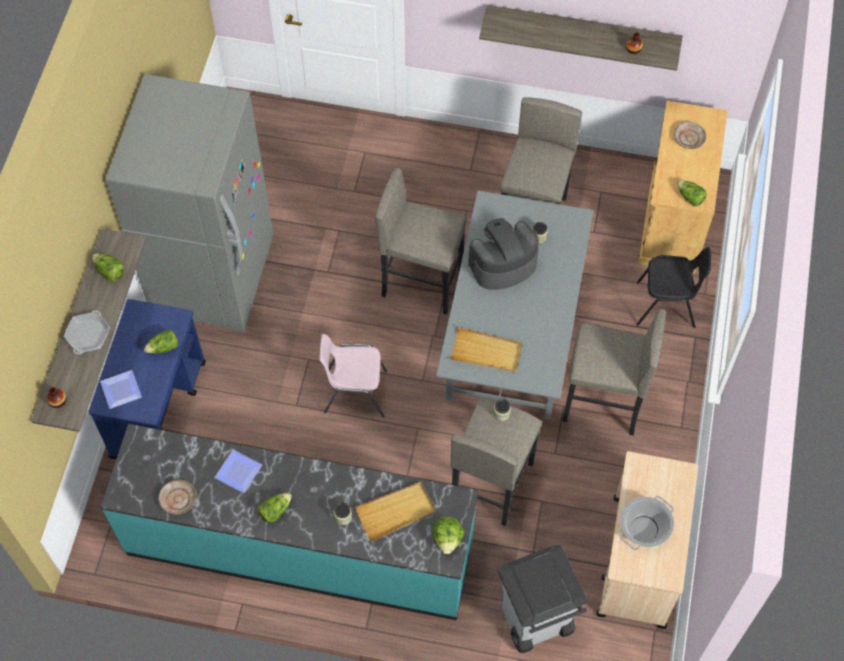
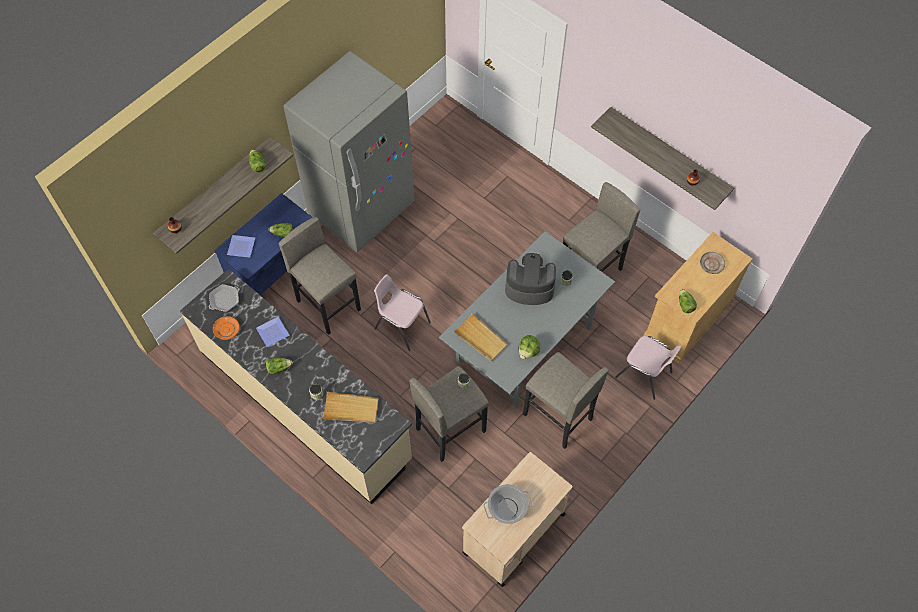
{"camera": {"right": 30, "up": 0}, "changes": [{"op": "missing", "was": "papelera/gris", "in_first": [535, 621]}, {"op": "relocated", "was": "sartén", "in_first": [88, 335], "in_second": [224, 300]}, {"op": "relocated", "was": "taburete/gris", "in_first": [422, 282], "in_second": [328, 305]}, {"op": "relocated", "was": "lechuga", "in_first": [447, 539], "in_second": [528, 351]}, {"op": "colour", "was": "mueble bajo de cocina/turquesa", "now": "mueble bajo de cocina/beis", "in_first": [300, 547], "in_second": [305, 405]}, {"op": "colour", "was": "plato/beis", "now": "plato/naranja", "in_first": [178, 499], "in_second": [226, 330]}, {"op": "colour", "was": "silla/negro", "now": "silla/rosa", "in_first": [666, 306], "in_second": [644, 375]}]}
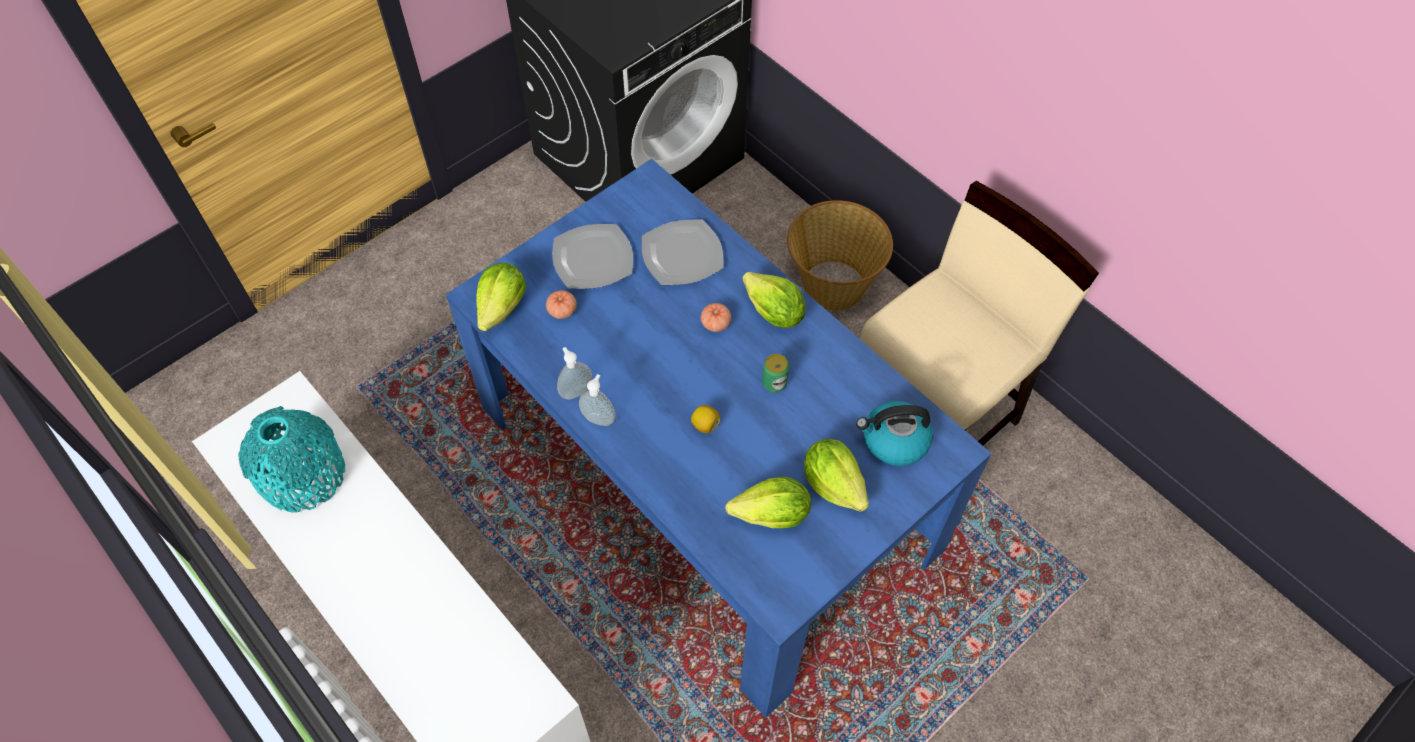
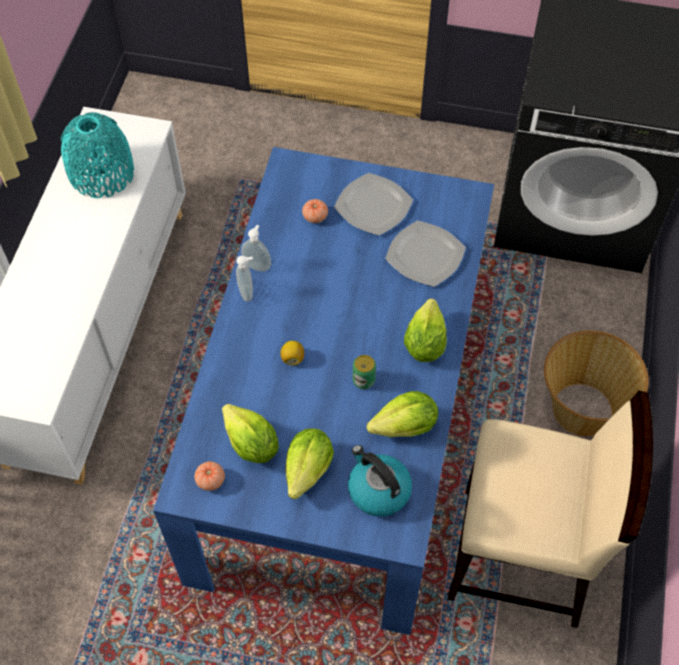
{"camera": {"right": 55, "up": 0}, "changes": [{"op": "relocated", "was": "lechuga", "in_first": [502, 307], "in_second": [405, 427]}, {"op": "relocated", "was": "tomate", "in_first": [715, 323], "in_second": [210, 480]}]}
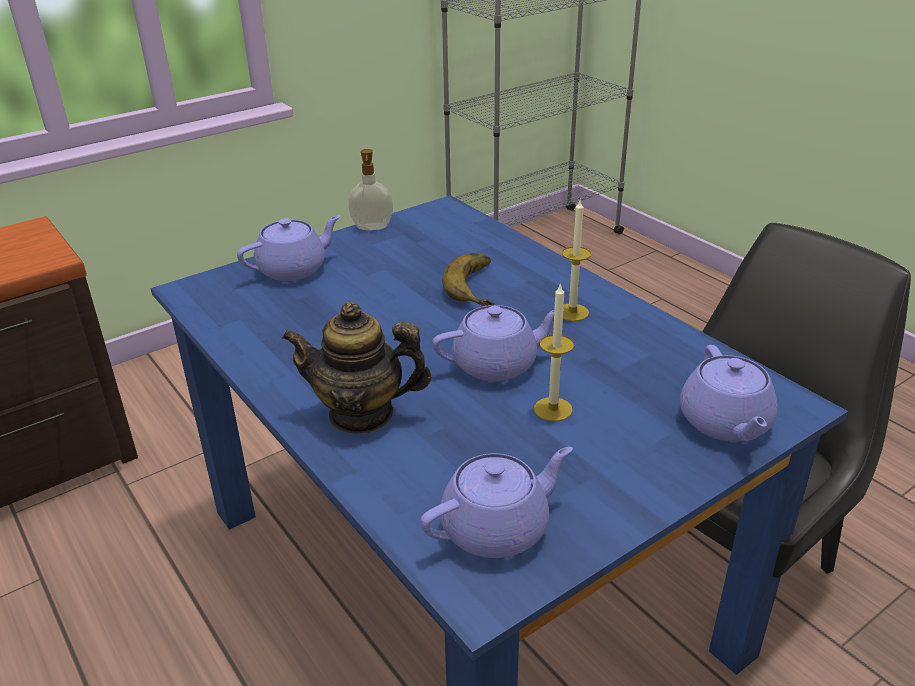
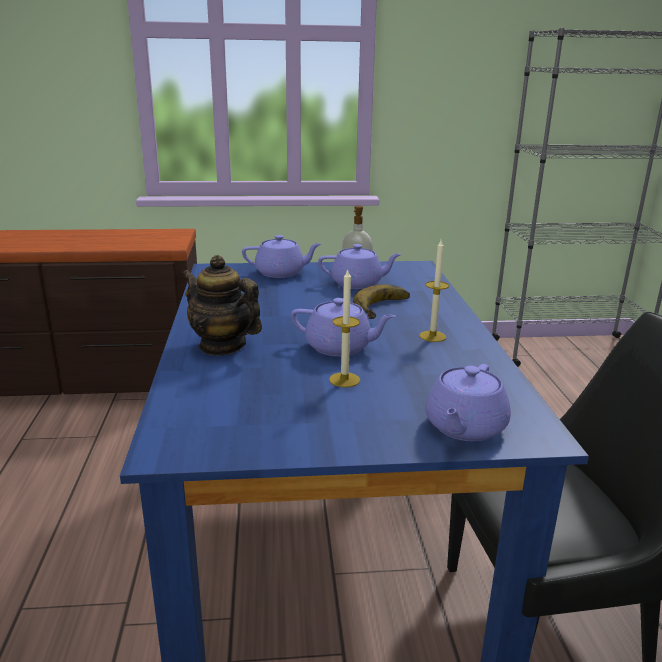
{"camera": {"right": 30, "up": -10}, "changes": [{"op": "relocated", "was": "tetera/morado", "in_first": [497, 528], "in_second": [358, 283]}]}
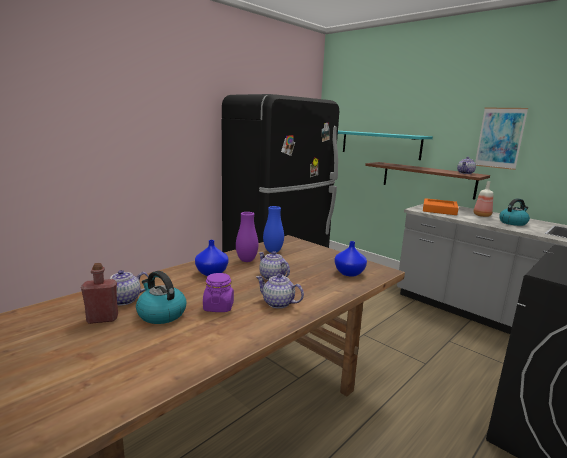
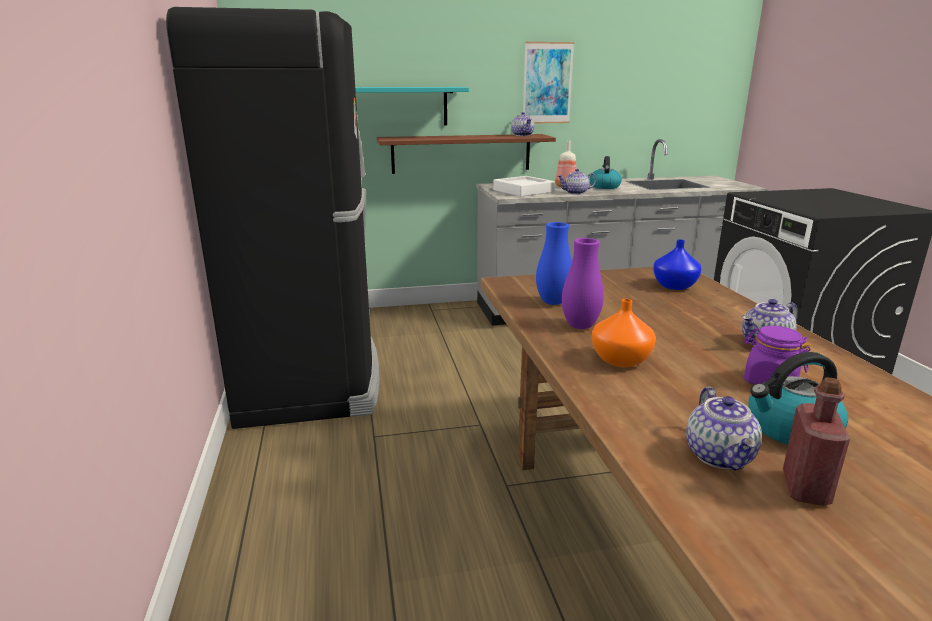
{"camera": {"right": -55, "up": 5}, "changes": [{"op": "relocated", "was": "tetera", "in_first": [272, 277], "in_second": [575, 193]}, {"op": "colour", "was": "florero/azul", "now": "florero/naranja", "in_first": [211, 273], "in_second": [622, 360]}, {"op": "colour", "was": "bandeja/naranja", "now": "bandeja/blanco", "in_first": [439, 210], "in_second": [523, 191]}]}
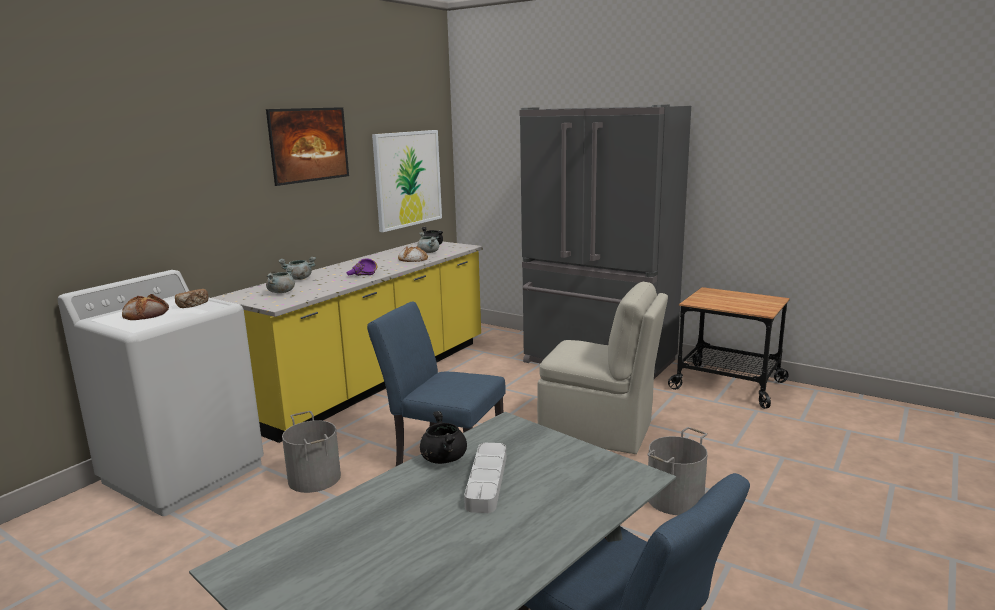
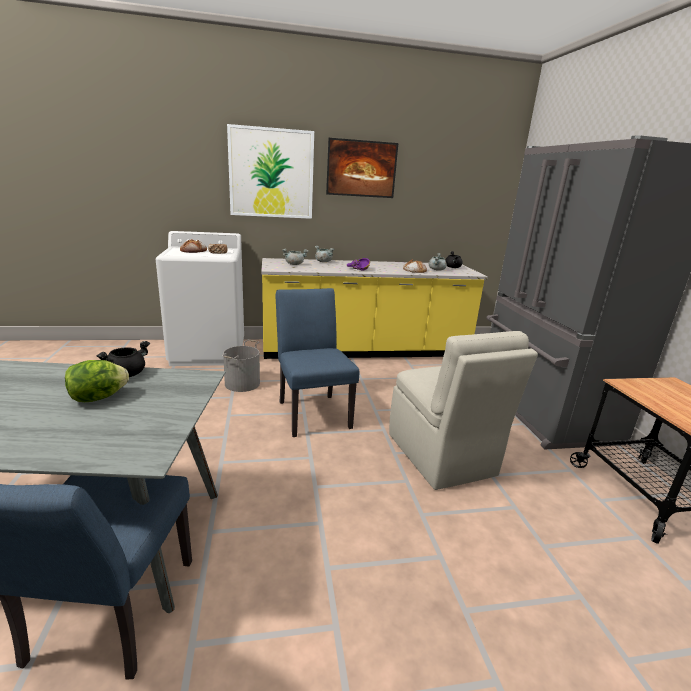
{"camera": {"right": 45, "up": 5}, "changes": [{"op": "missing", "was": "cubo/gris", "in_first": [674, 498]}, {"op": "relocated", "was": "cuadro", "in_first": [407, 179], "in_second": [271, 173]}, {"op": "exchanged", "was": "bandeja/gris", "now": "lechuga", "in_first": [486, 481], "in_second": [98, 398]}]}
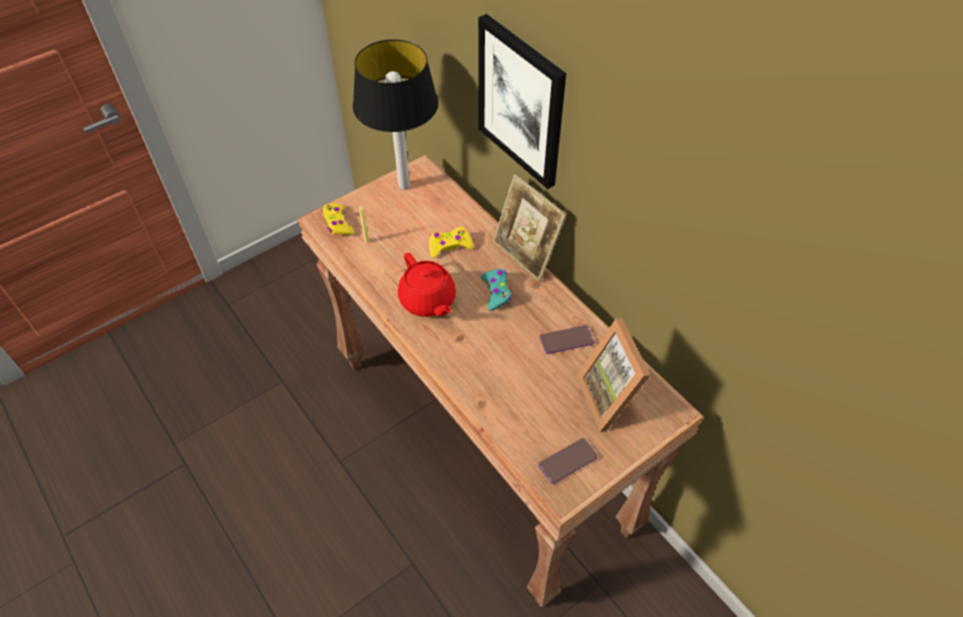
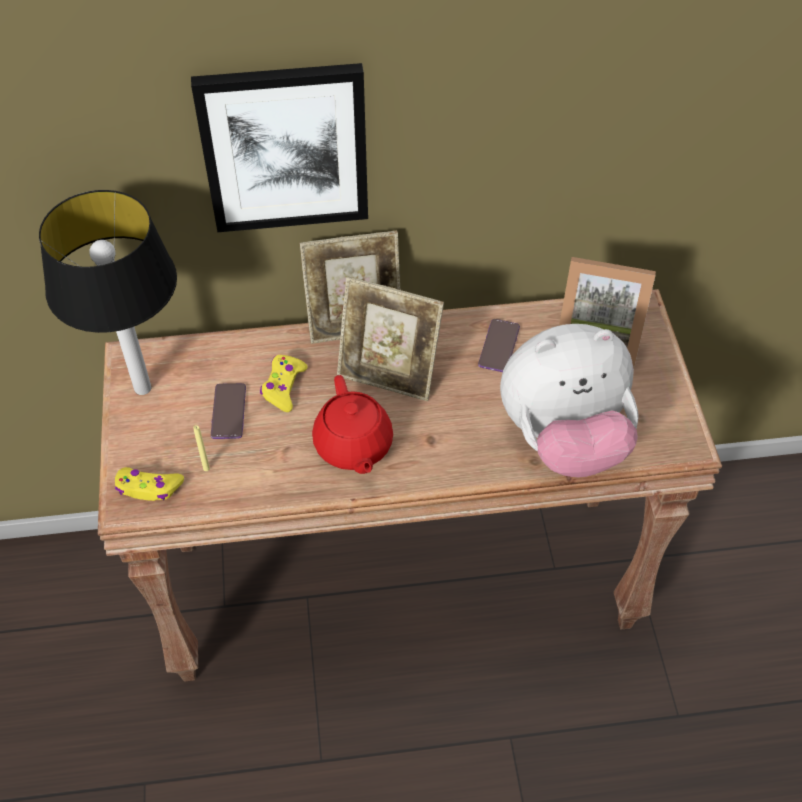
{"camera": {"right": -60, "up": 0}, "changes": [{"op": "appeared", "now": "peluche", "in_second": [564, 439]}, {"op": "relocated", "was": "móvil", "in_first": [567, 461], "in_second": [228, 412]}, {"op": "exchanged", "was": "mando de consola/turquesa", "now": "portarretratos", "in_first": [496, 292], "in_second": [388, 375]}, {"op": "spun", "was": "tetera/rojo", "in_first": [428, 300], "in_second": [353, 446], "clockwise": 75}]}
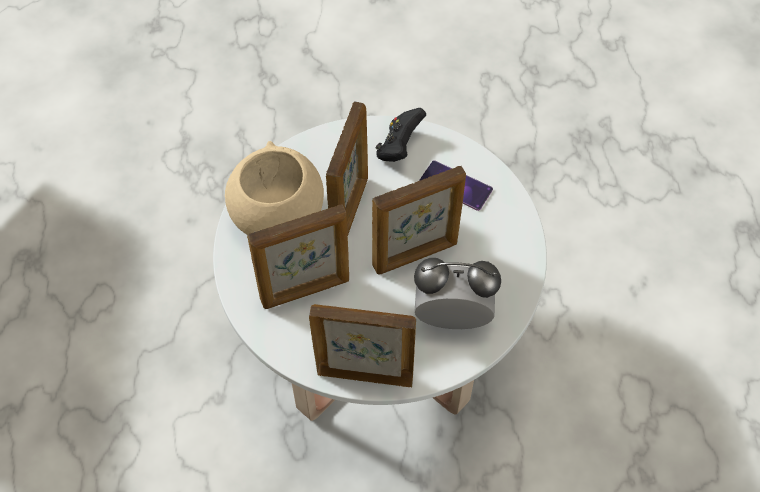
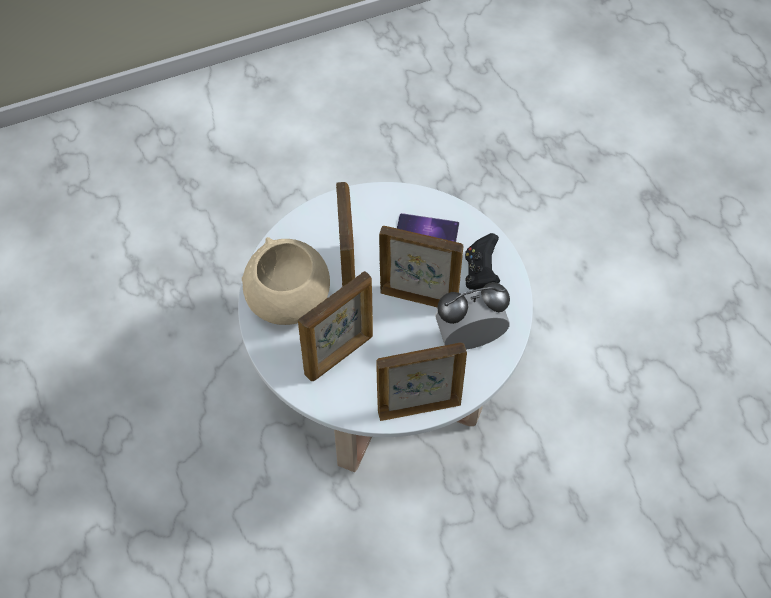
{"camera": {"right": -20, "up": 0}, "changes": [{"op": "relocated", "was": "mando de consola/negro", "in_first": [399, 147], "in_second": [480, 273]}, {"op": "spun", "was": "portarretratos", "in_first": [416, 255], "in_second": [419, 297], "clockwise": -120}]}
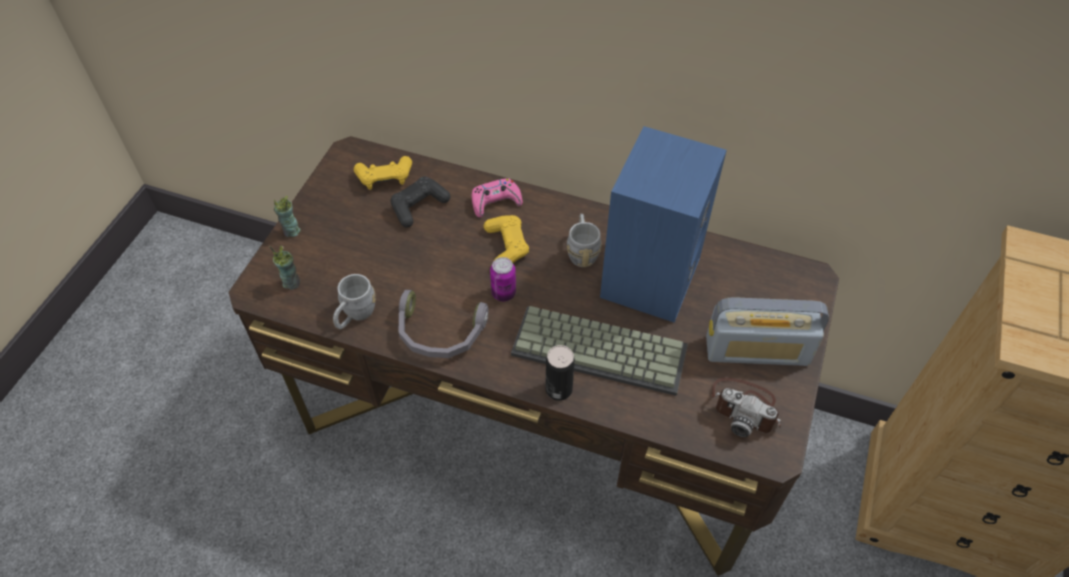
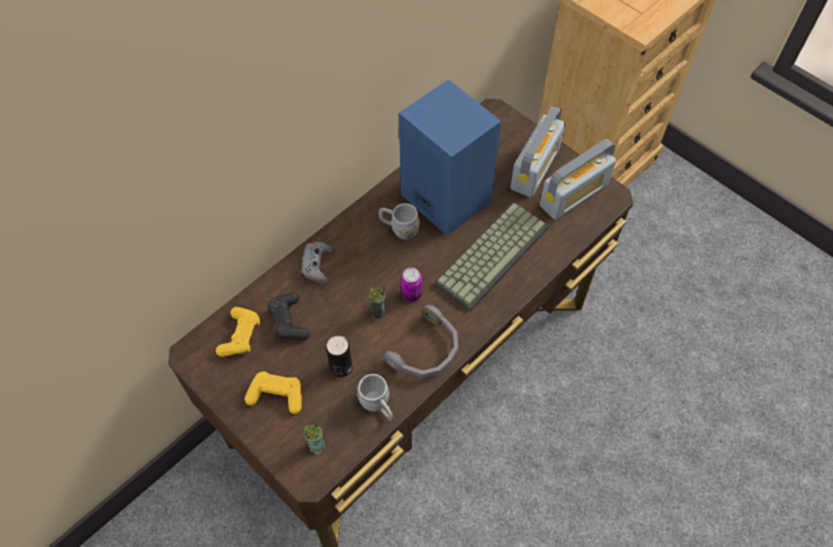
{"camera": {"right": -65, "up": 5}, "changes": [{"op": "relocated", "was": "taza", "in_first": [291, 231], "in_second": [378, 312]}, {"op": "relocated", "was": "mando de consola/amarillo", "in_first": [506, 246], "in_second": [277, 395]}, {"op": "relocated", "was": "lata", "in_first": [558, 389], "in_second": [341, 367]}, {"op": "exchanged", "was": "cámara", "now": "radio", "in_first": [745, 407], "in_second": [574, 195]}, {"op": "colour", "was": "mando de consola/rosa", "now": "mando de consola/gris", "in_first": [495, 202], "in_second": [317, 265]}]}
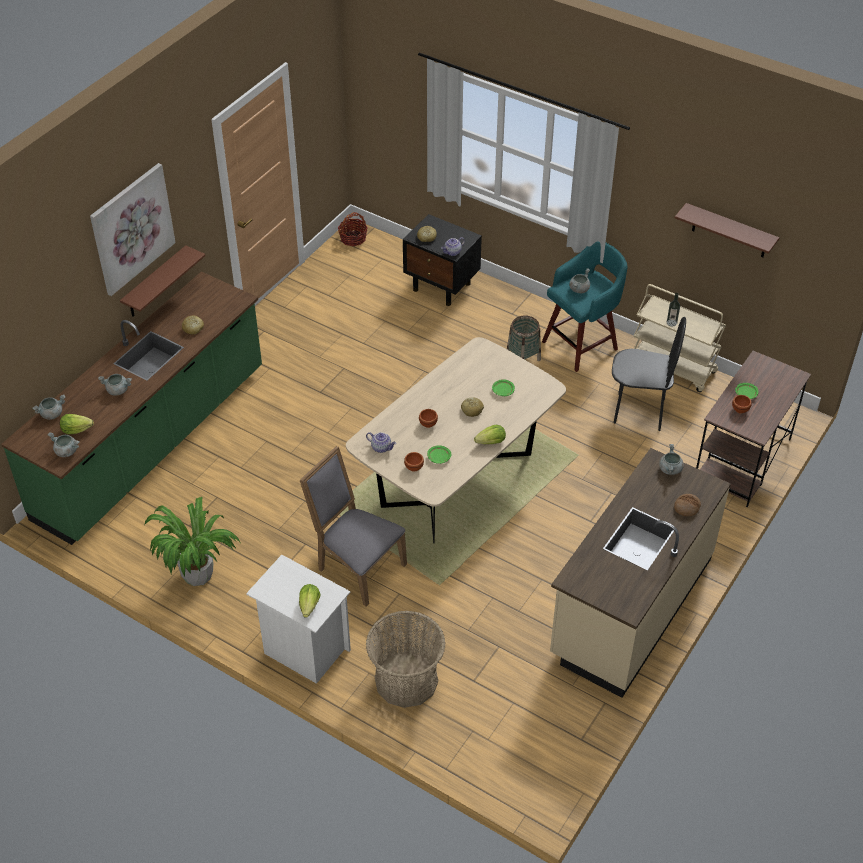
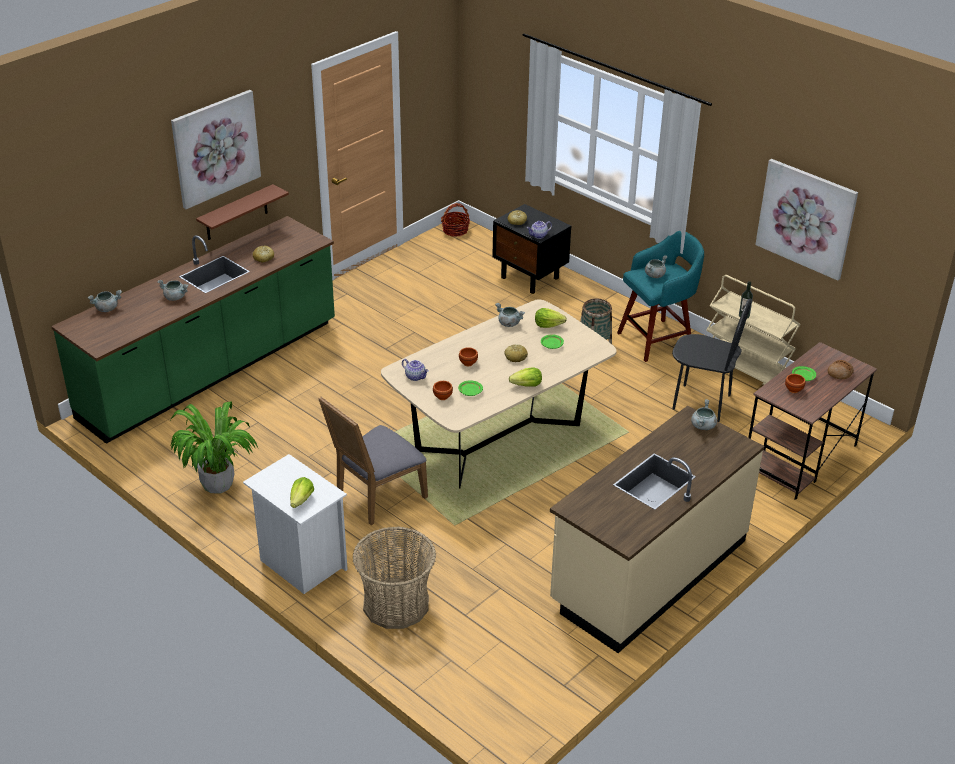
{"camera": {"right": 10, "up": -10}, "changes": [{"op": "relocated", "was": "olla/gris", "in_first": [66, 451], "in_second": [509, 323]}, {"op": "relocated", "was": "lechuga", "in_first": [76, 430], "in_second": [548, 325]}, {"op": "relocated", "was": "pan", "in_first": [687, 507], "in_second": [840, 373]}, {"op": "exchanged", "was": "estante/marrón", "now": "cuadro", "in_first": [729, 231], "in_second": [806, 218]}, {"op": "spun", "was": "silla/gris", "in_first": [357, 566], "in_second": [376, 498], "clockwise": -90}]}
